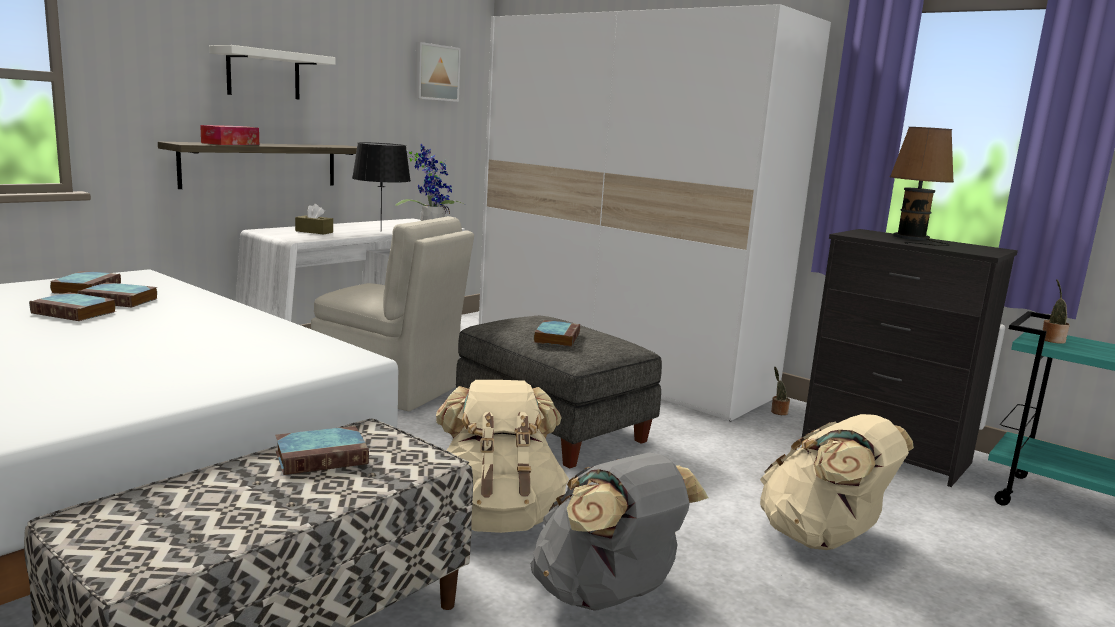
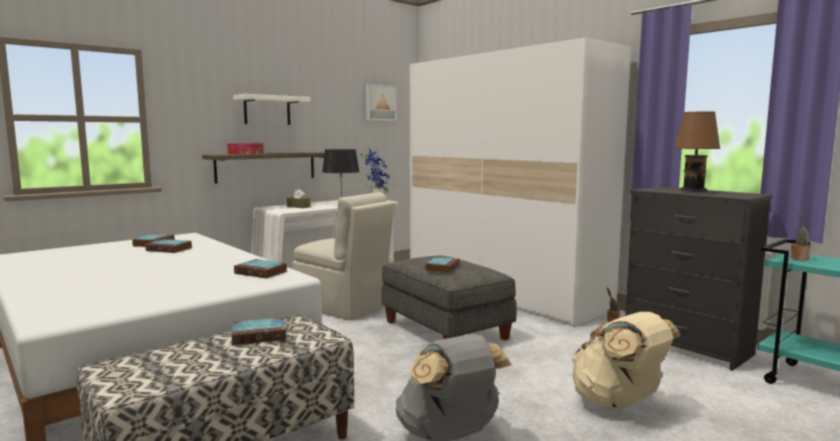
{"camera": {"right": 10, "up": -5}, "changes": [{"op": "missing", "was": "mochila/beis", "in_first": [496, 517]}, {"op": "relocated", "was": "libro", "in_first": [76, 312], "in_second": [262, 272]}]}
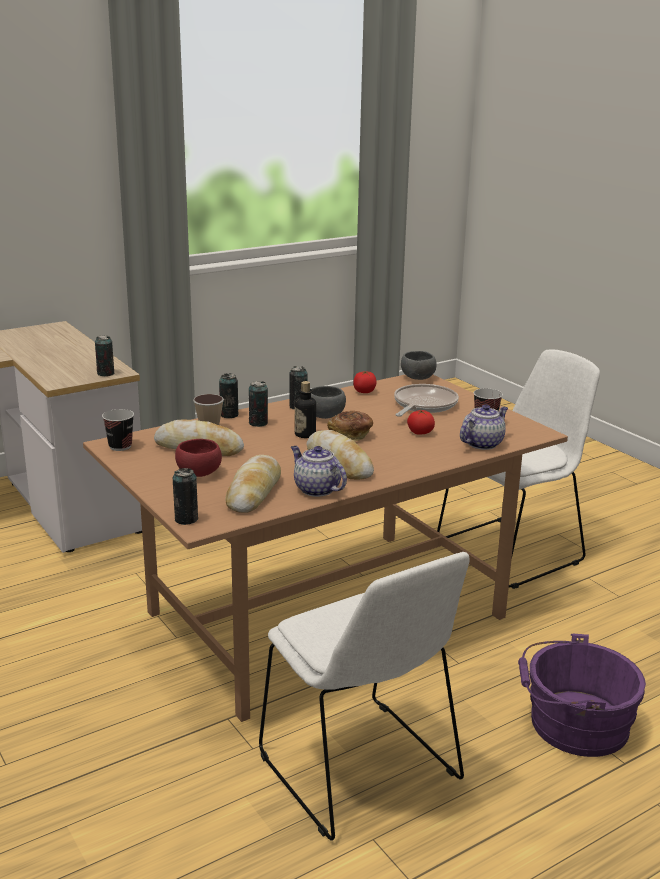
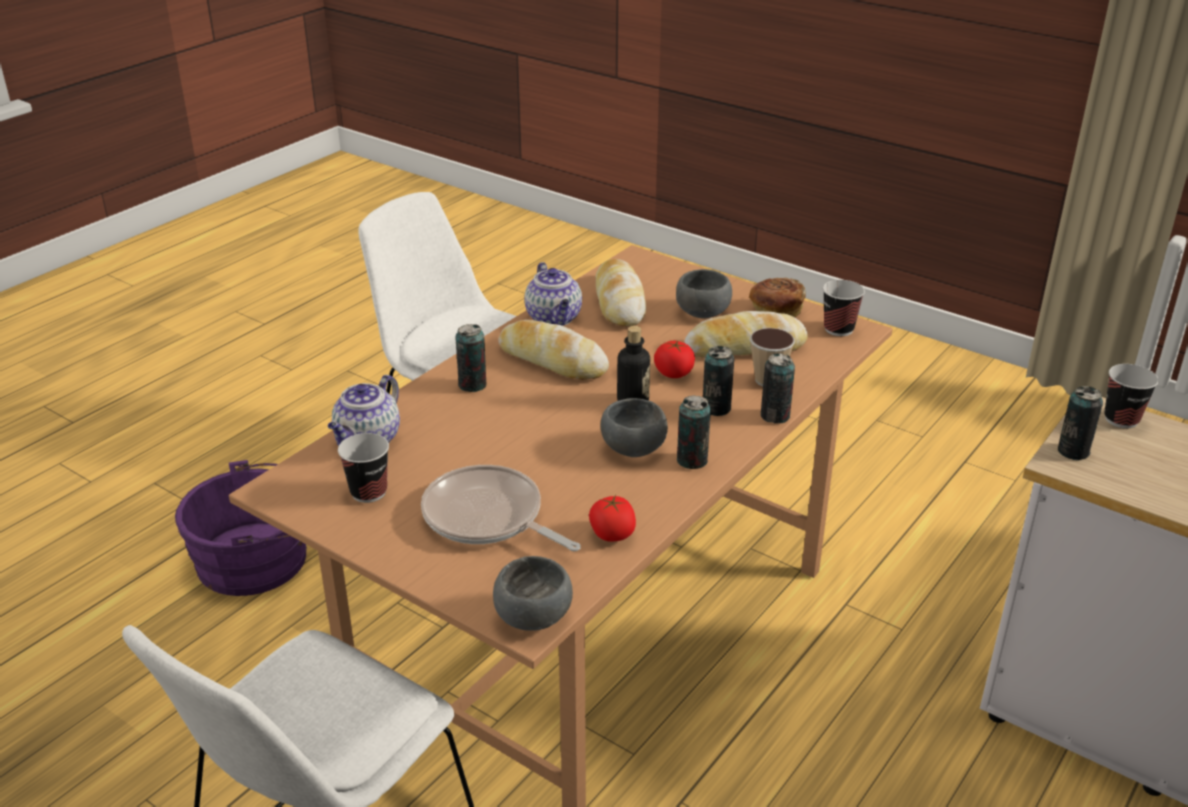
{"camera": {"right": 160, "up": 10}, "changes": [{"op": "appeared", "now": "taza", "in_second": [1121, 419]}, {"op": "relocated", "was": "lata", "in_first": [186, 519], "in_second": [472, 385]}, {"op": "relocated", "was": "pan", "in_first": [350, 436], "in_second": [776, 311]}, {"op": "relocated", "was": "tomate", "in_first": [420, 433], "in_second": [673, 373]}, {"op": "colour", "was": "cuenco/rojo", "now": "cuenco/gris", "in_first": [199, 474], "in_second": [702, 312]}, {"op": "spun", "was": "tetera", "in_first": [316, 489], "in_second": [554, 319], "clockwise": 45}, {"op": "spun", "was": "sartén", "in_first": [423, 405], "in_second": [488, 518], "clockwise": 120}]}
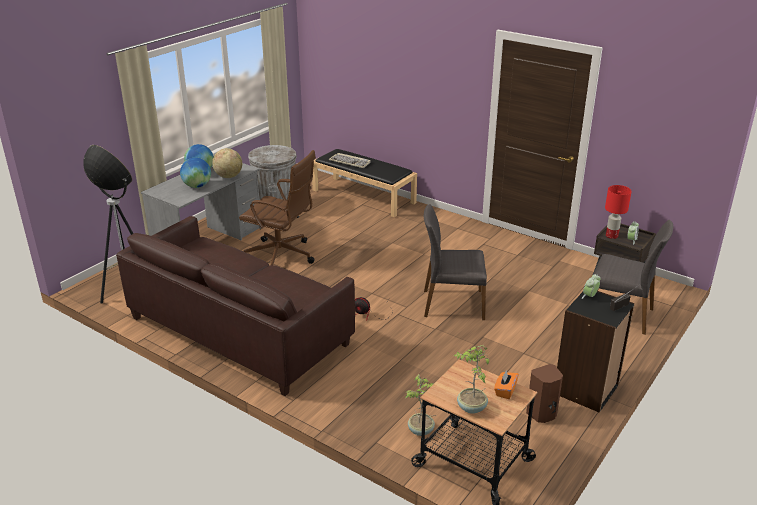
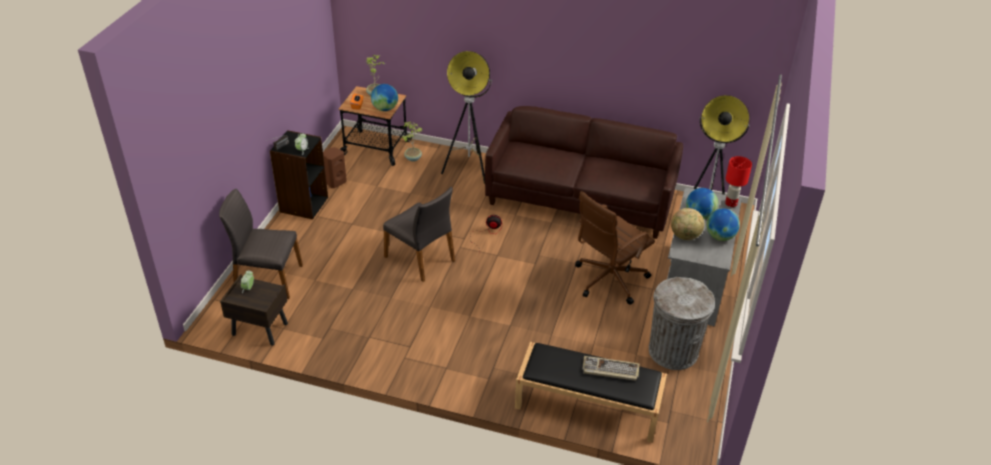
{"camera": {"right": 160, "up": 10}, "changes": [{"op": "appeared", "now": "globo terráqueo", "in_second": [385, 109]}, {"op": "appeared", "now": "lámpara de pie", "in_second": [469, 169]}, {"op": "relocated", "was": "lámpara de mesa/rojo", "in_first": [611, 236], "in_second": [731, 203]}, {"op": "spun", "was": "silla de oficina/marrón", "in_first": [281, 256], "in_second": [608, 280], "clockwise": -45}, {"op": "spun", "was": "silla/gris", "in_first": [452, 304], "in_second": [421, 258], "clockwise": 60}]}
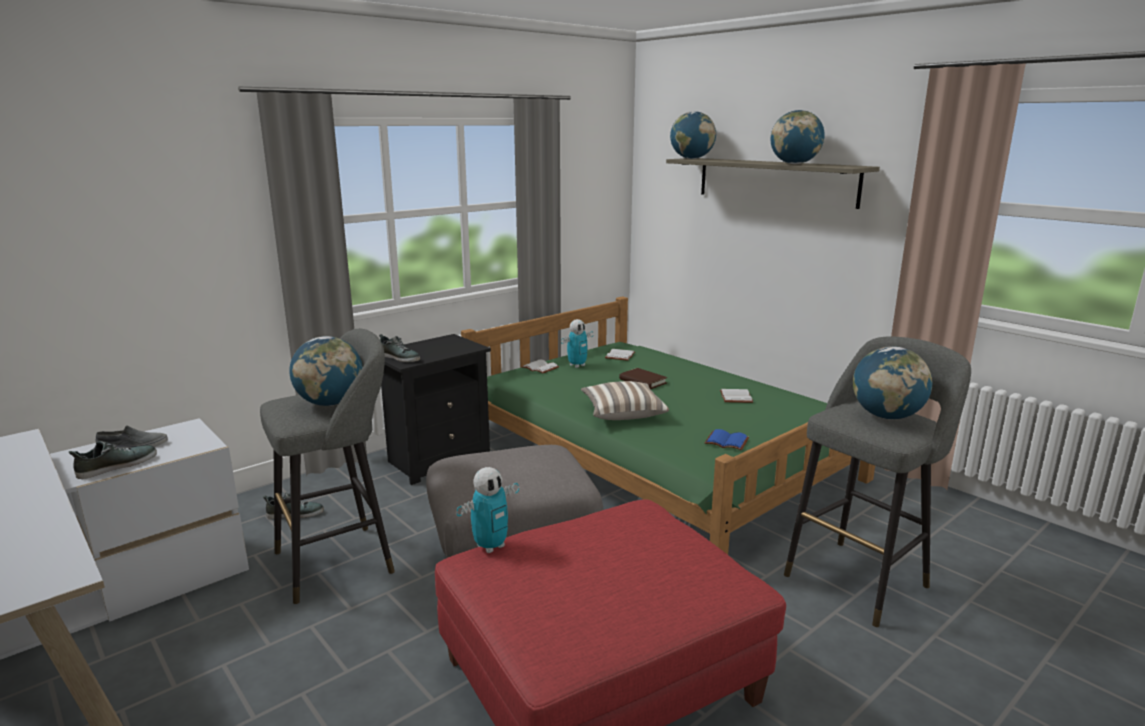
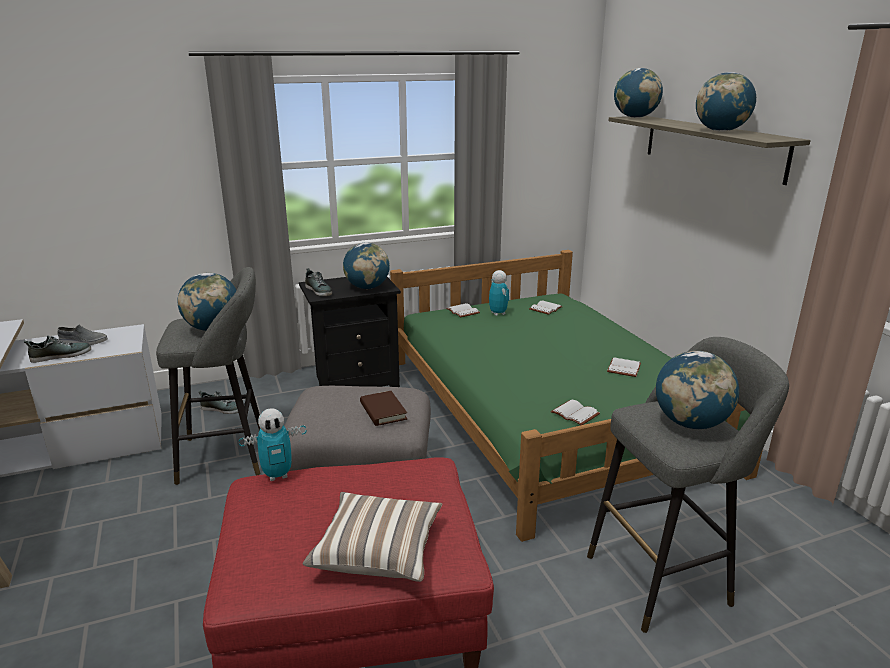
{"camera": {"right": 20, "up": 5}, "changes": [{"op": "appeared", "now": "globo terráqueo", "in_second": [367, 287]}, {"op": "relocated", "was": "cojín", "in_first": [622, 413], "in_second": [378, 551]}, {"op": "relocated", "was": "libro/marrón", "in_first": [643, 381], "in_second": [383, 411]}, {"op": "colour", "was": "libro/azul", "now": "libro/blanco", "in_first": [725, 442], "in_second": [573, 414]}, {"op": "spun", "was": "robot de juguete", "in_first": [577, 365], "in_second": [498, 313], "clockwise": -90}]}
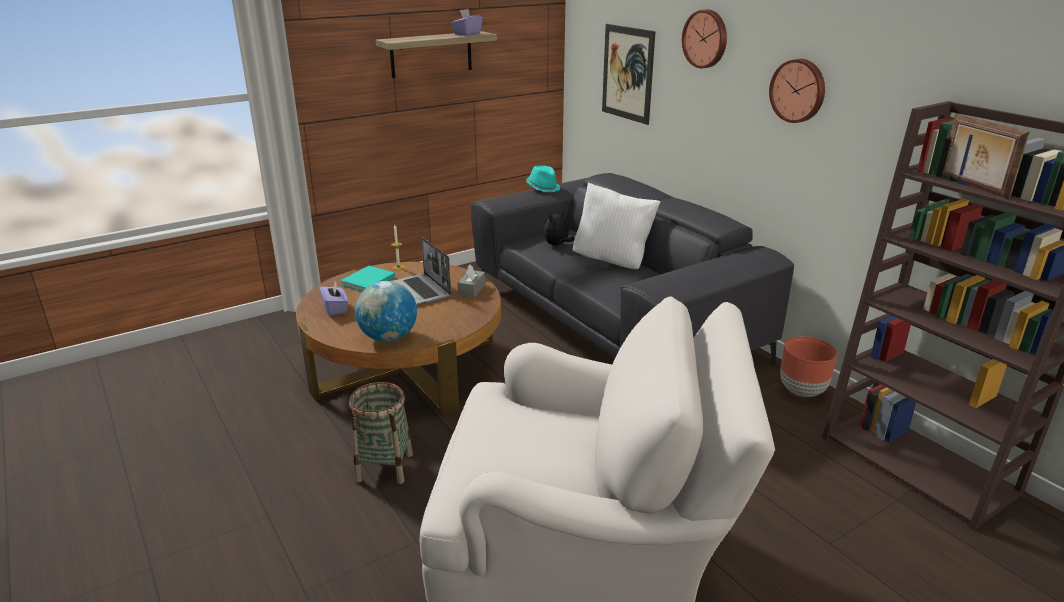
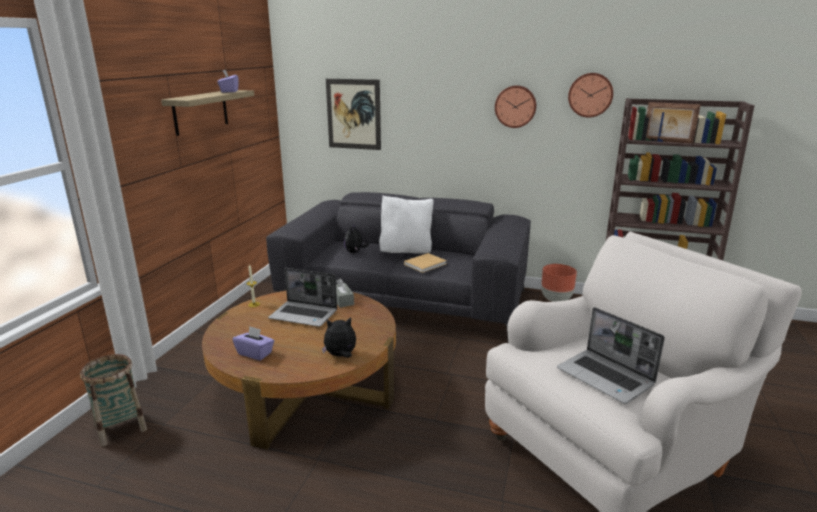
{"camera": {"right": -40, "up": -5}, "changes": [{"op": "missing", "was": "libro/turquesa", "in_first": [367, 281]}, {"op": "missing", "was": "sombrero/turquesa", "in_first": [543, 188]}, {"op": "appeared", "now": "libro/beis", "in_second": [426, 264]}, {"op": "appeared", "now": "portátil", "in_second": [606, 377]}, {"op": "relocated", "was": "cesta", "in_first": [384, 467], "in_second": [120, 427]}, {"op": "relocated", "was": "reloj de pared", "in_first": [706, 39], "in_second": [590, 95]}, {"op": "exchanged", "was": "globo terráqueo", "now": "peluche", "in_first": [388, 337], "in_second": [340, 356]}]}
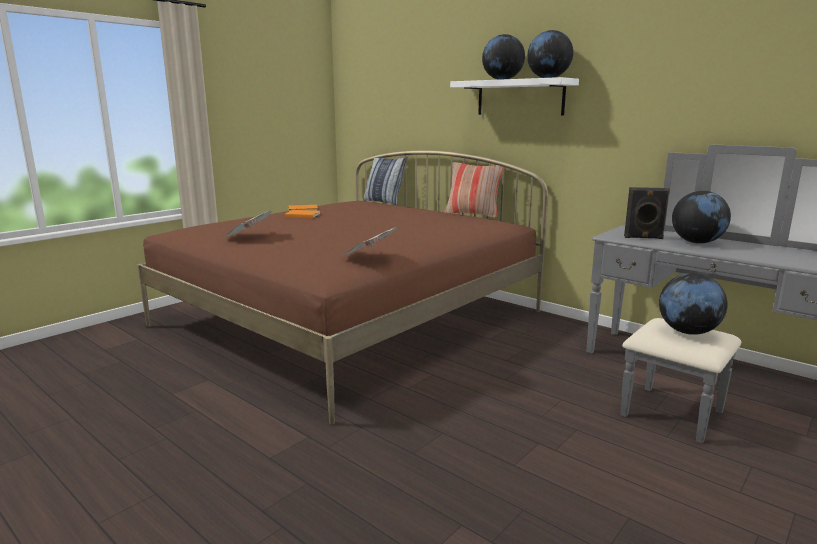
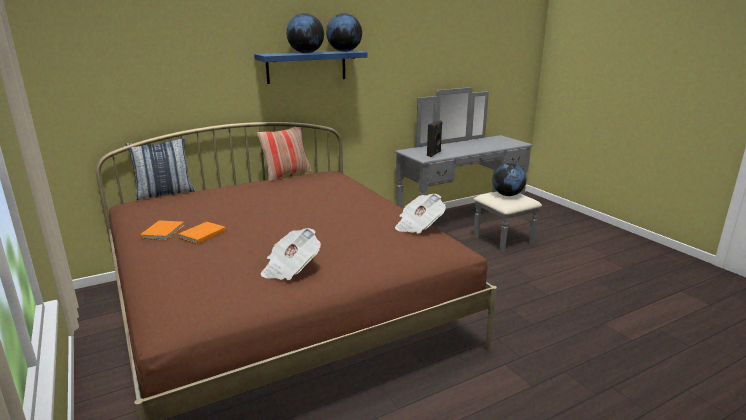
{"camera": {"right": -70, "up": 5}, "changes": [{"op": "missing", "was": "globo terráqueo", "in_first": [697, 242]}, {"op": "colour", "was": "estante/blanco", "now": "estante/azul", "in_first": [520, 98], "in_second": [306, 66]}]}
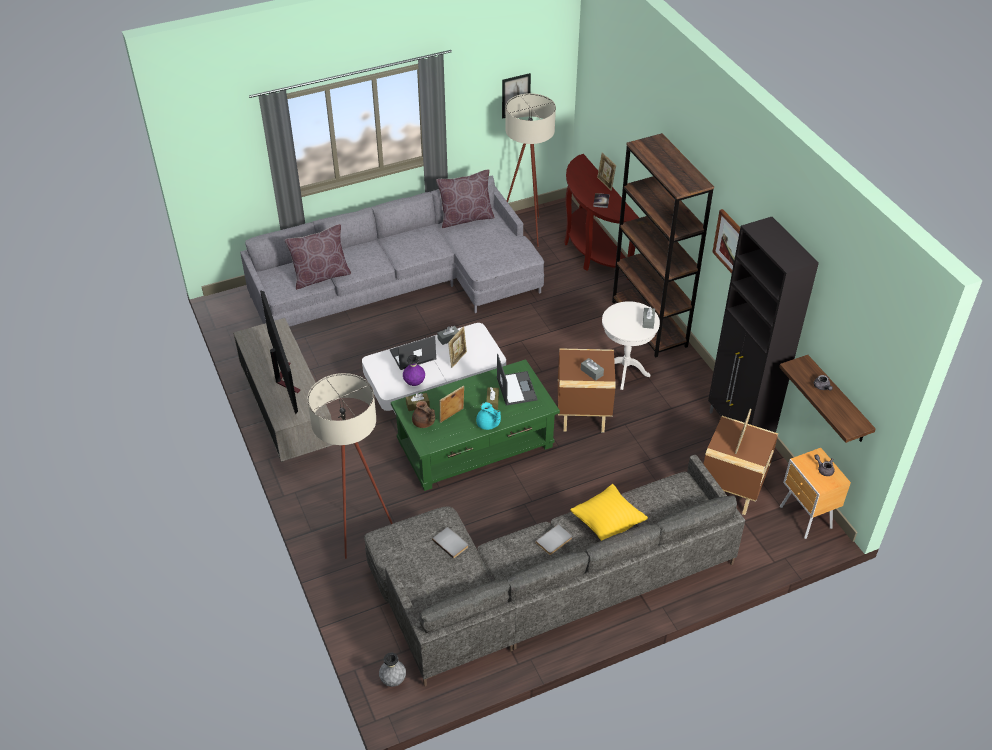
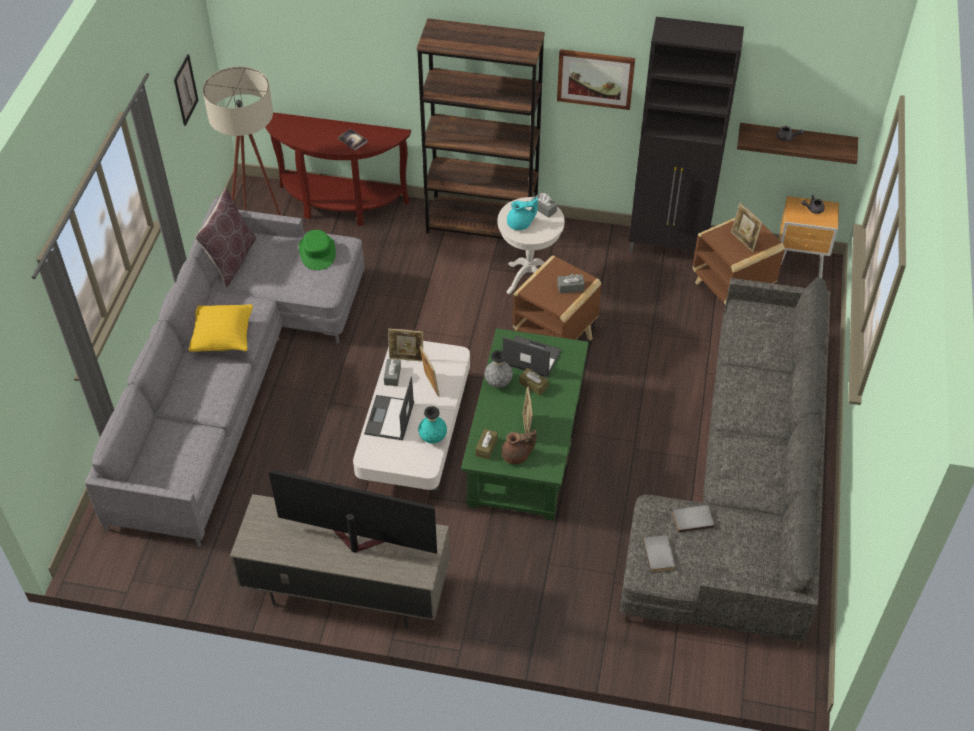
{"camera": {"right": -55, "up": 5}, "changes": [{"op": "missing", "was": "cojín/marrón", "in_first": [321, 276]}, {"op": "missing", "was": "lámpara de pie/beis", "in_first": [358, 528]}, {"op": "appeared", "now": "sombrero/verde", "in_second": [317, 252]}, {"op": "relocated", "was": "florero/gris", "in_first": [393, 680], "in_second": [498, 383]}, {"op": "relocated", "was": "tetera/turquesa", "in_first": [488, 424], "in_second": [520, 224]}, {"op": "relocated", "was": "libro/gris", "in_first": [554, 541], "in_second": [660, 554]}, {"op": "relocated", "was": "cojín/amarillo", "in_first": [607, 523], "in_second": [223, 338]}, {"op": "relocated", "was": "portarretratos", "in_first": [605, 184], "in_second": [406, 358]}, {"op": "colour", "was": "florero/morado", "now": "florero/turquesa", "in_first": [414, 383], "in_second": [433, 438]}]}
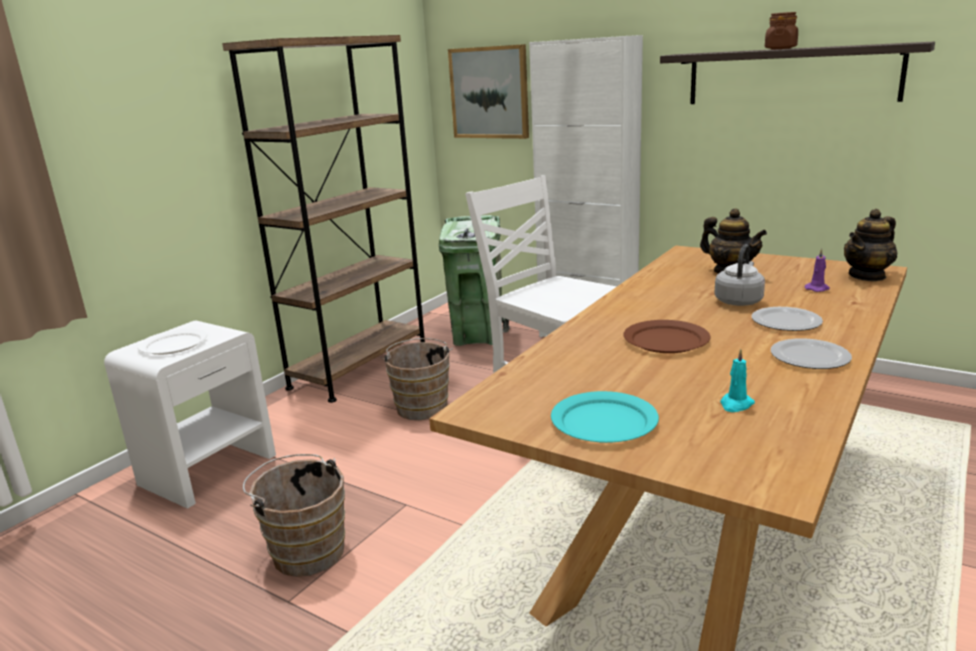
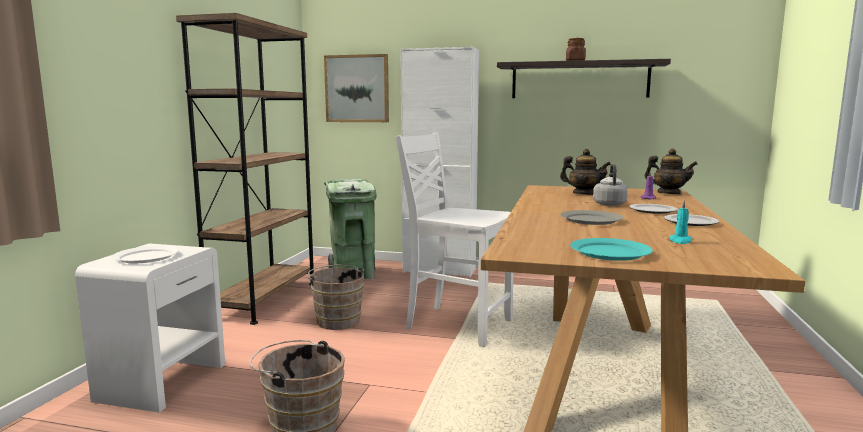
{"camera": {"right": -20, "up": -10}, "changes": [{"op": "colour", "was": "plato/marrón", "now": "plato/gris", "in_first": [665, 340], "in_second": [590, 220]}, {"op": "spun", "was": "tetera", "in_first": [867, 276], "in_second": [668, 193], "clockwise": -90}]}
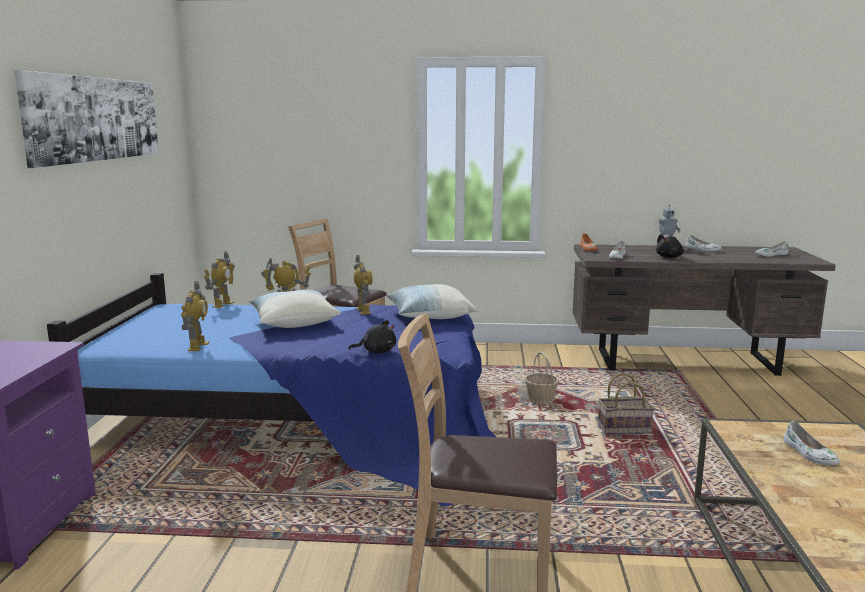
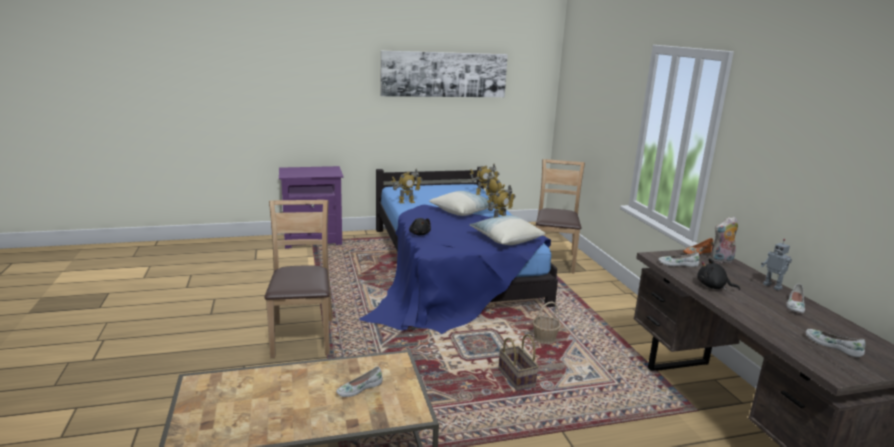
{"camera": {"right": 70, "up": 5}, "changes": [{"op": "appeared", "now": "peluche", "in_second": [721, 261]}]}
